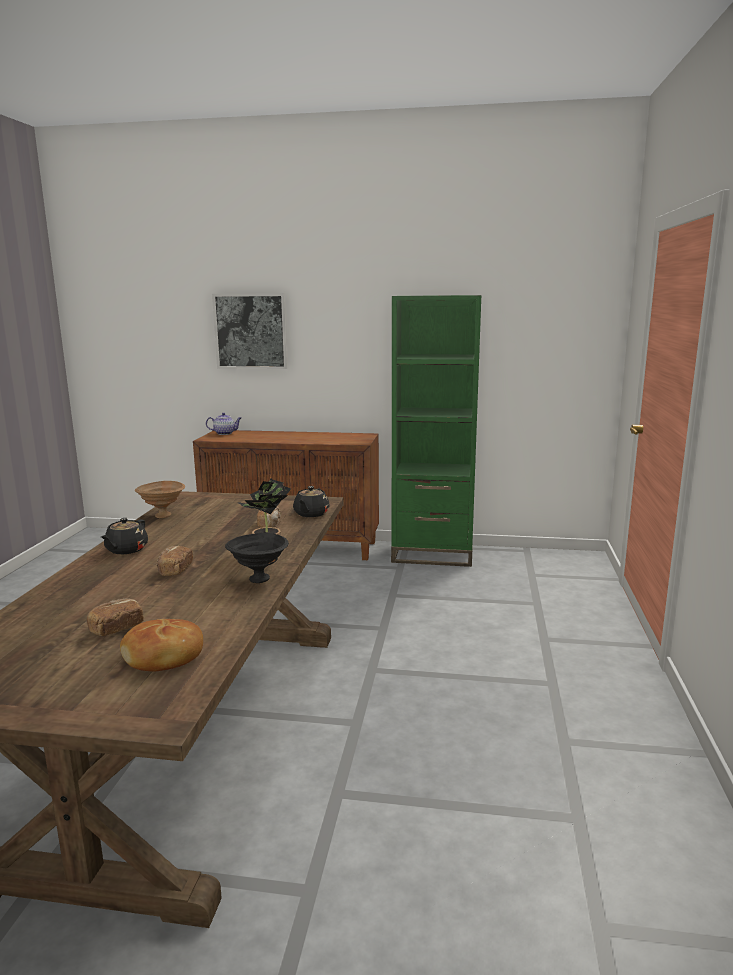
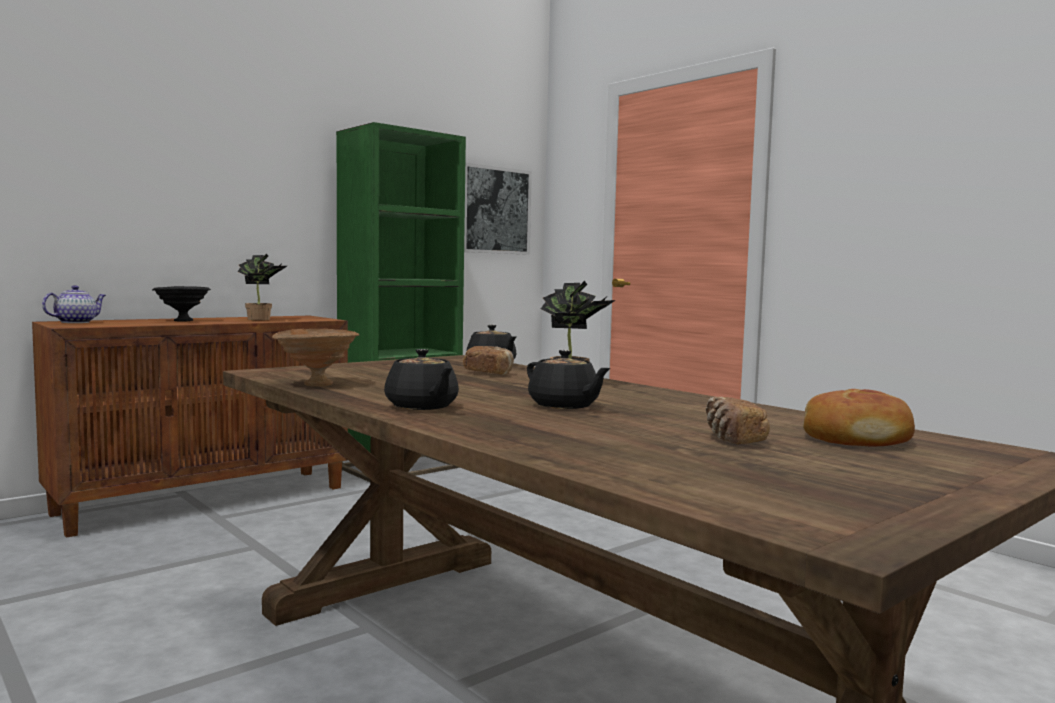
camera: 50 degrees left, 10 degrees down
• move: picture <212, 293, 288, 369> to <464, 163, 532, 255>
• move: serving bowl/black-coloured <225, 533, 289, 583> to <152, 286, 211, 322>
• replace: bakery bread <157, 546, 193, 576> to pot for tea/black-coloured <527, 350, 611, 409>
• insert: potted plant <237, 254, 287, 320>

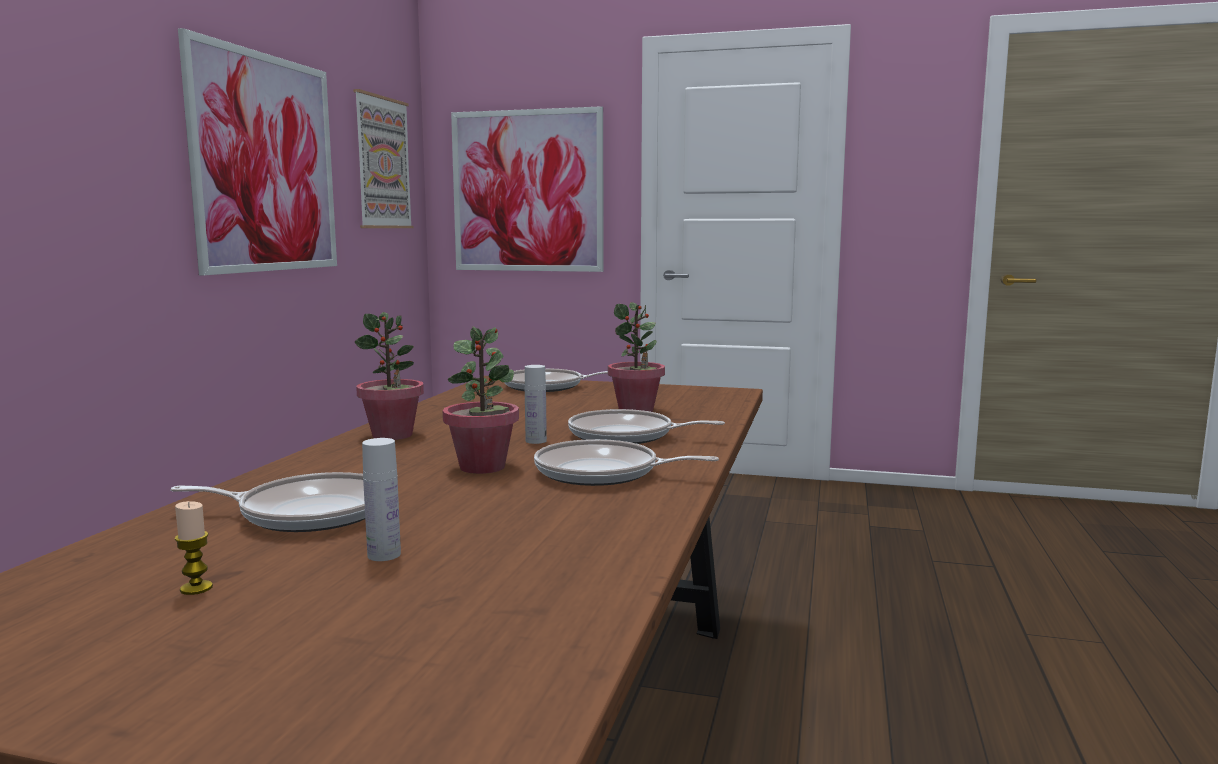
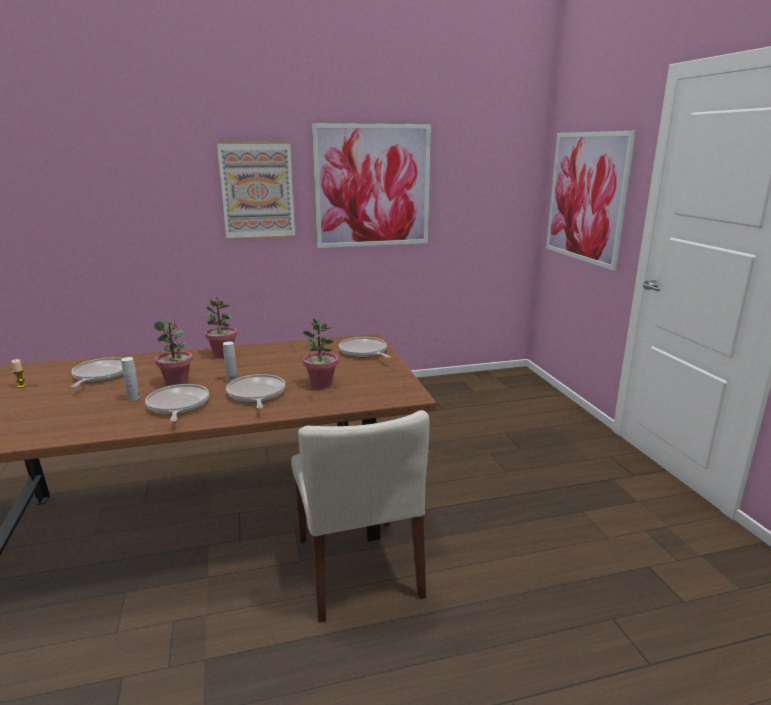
camera: 60 degrees right, 10 degrees up
• move: picture <353, 89, 414, 228> to <217, 142, 295, 240>
• move: beverage bottle/whitish <362, 438, 401, 561> to <121, 357, 140, 401>
• rotate: frying pan <170, 472, 365, 532> = <71, 357, 123, 388> 150 degrees counterclockwise
• insert: plain chair/beige <291, 410, 429, 623>

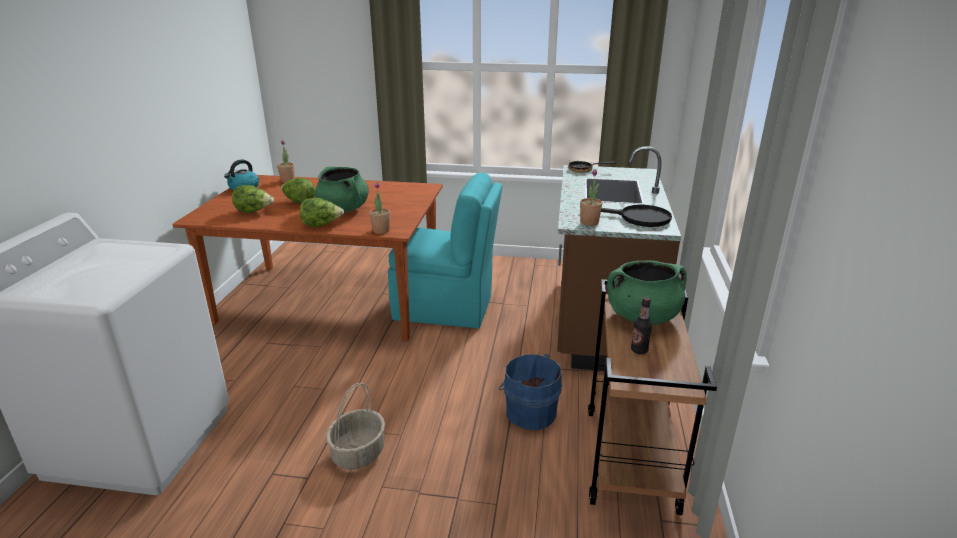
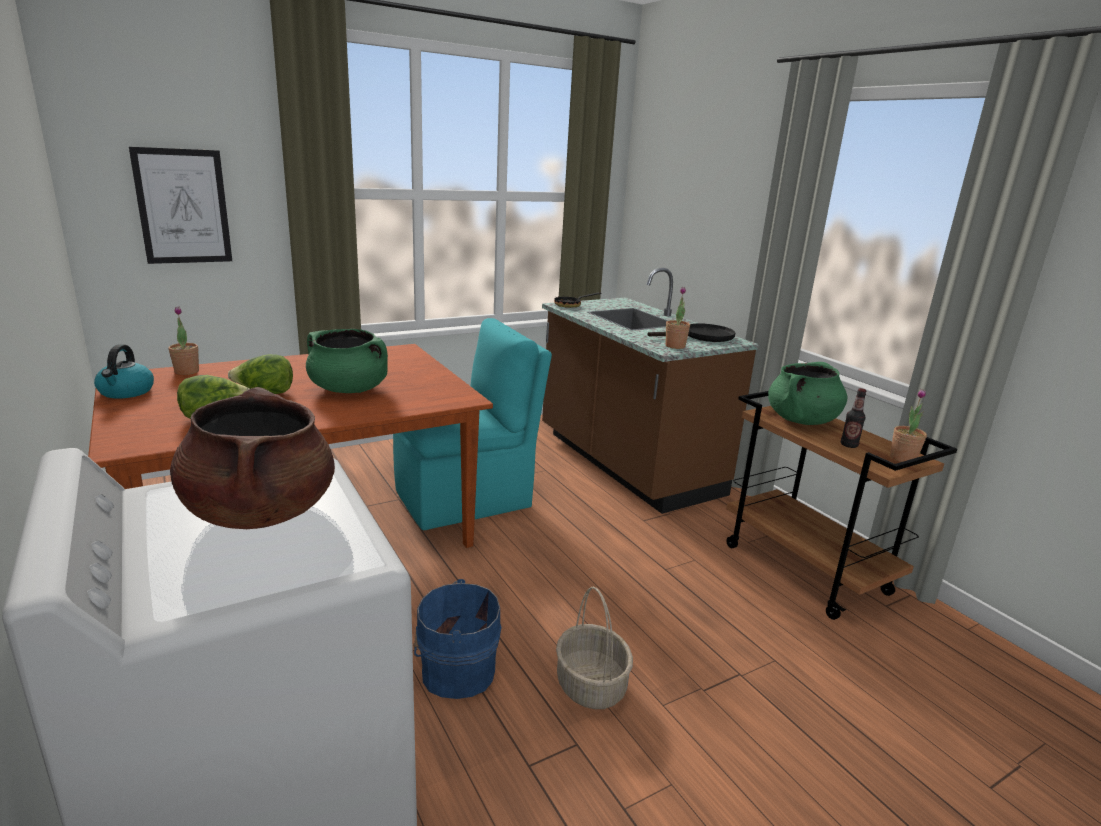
camera: 40 degrees left, 5 degrees down
• move: potted plant <369, 182, 390, 234> to <890, 389, 927, 462>
• delete: lettuce head <300, 198, 344, 227>
• move: pail/bluish <498, 354, 562, 430> to <414, 579, 501, 699>
• insert: picture <129, 147, 232, 264>
• insert: cooking pot/brownish <170, 387, 335, 529>

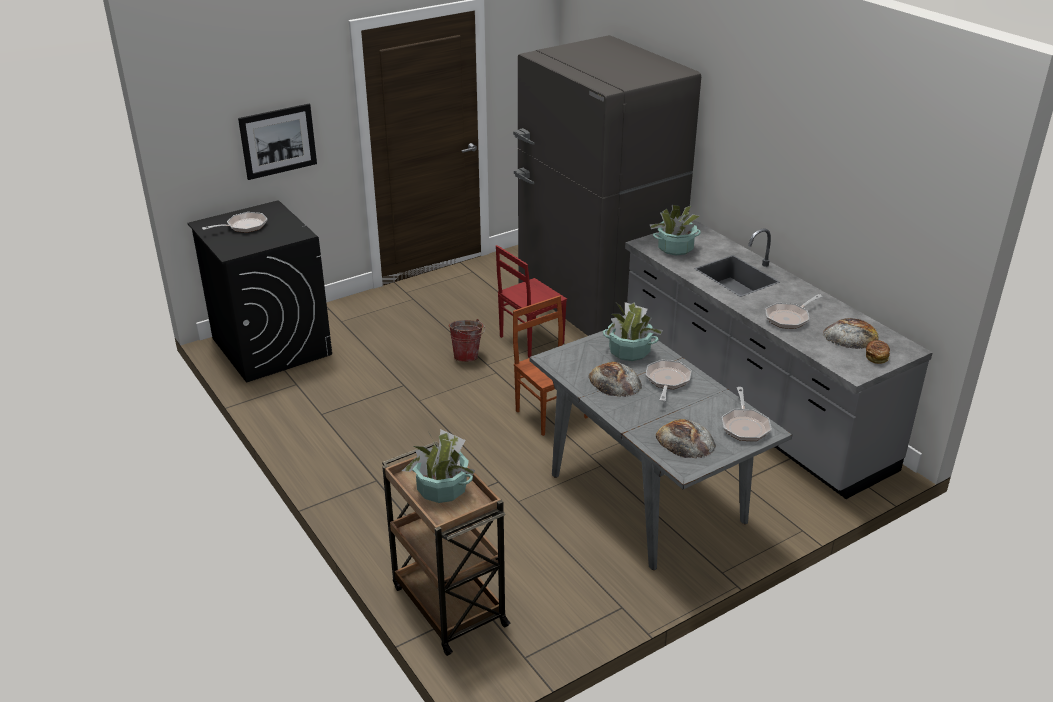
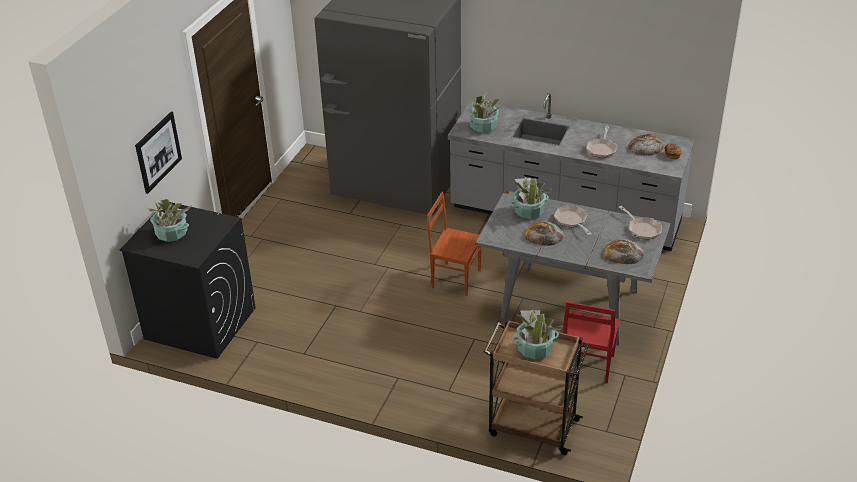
camera: 35 degrees left, 5 degrees up
• replace: frying pan <202, 212, 267, 233> to potted plant <148, 199, 193, 242>
• move: plain chair/red <496, 245, 567, 357> to <563, 302, 620, 383>
• delete: pail <449, 319, 485, 362>

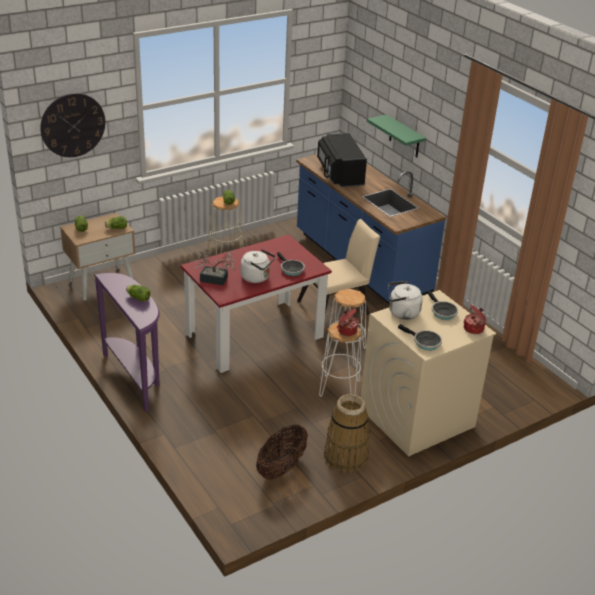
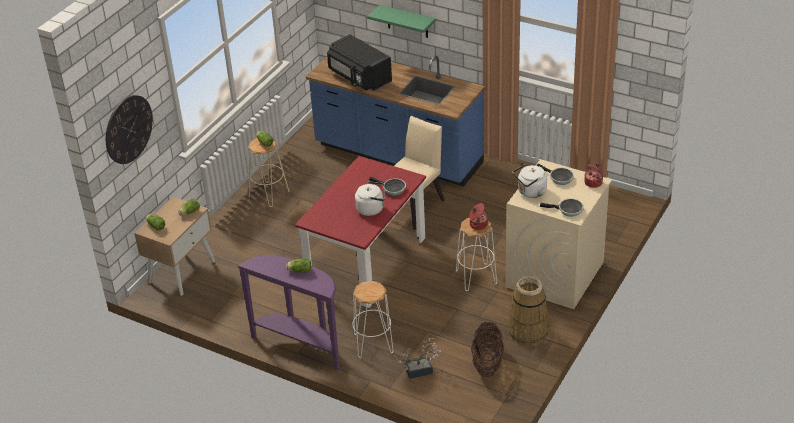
camera: 25 degrees left, 5 degrees up
• move: potted plant <195, 250, 236, 285> to <399, 338, 442, 379>
• move: stool/whitish <325, 289, 366, 367> to <352, 281, 394, 358>

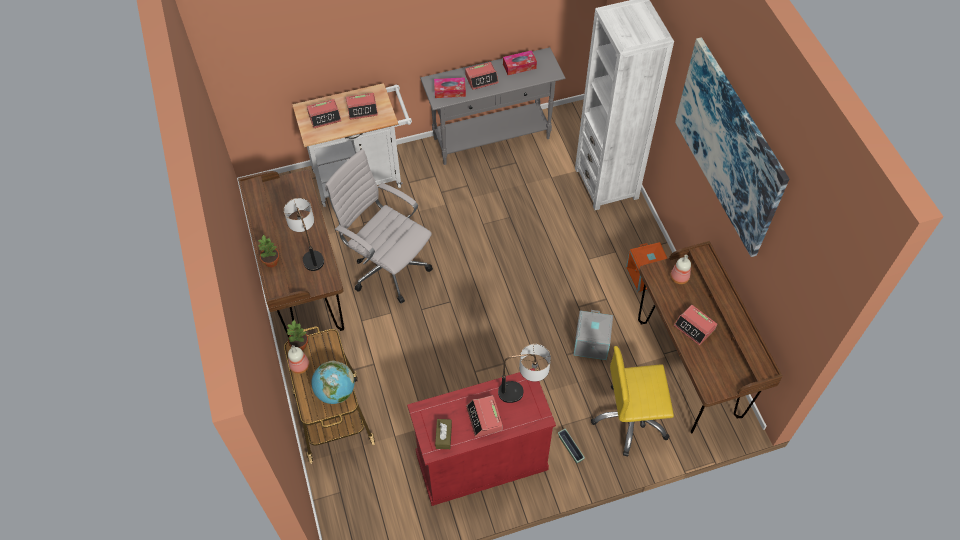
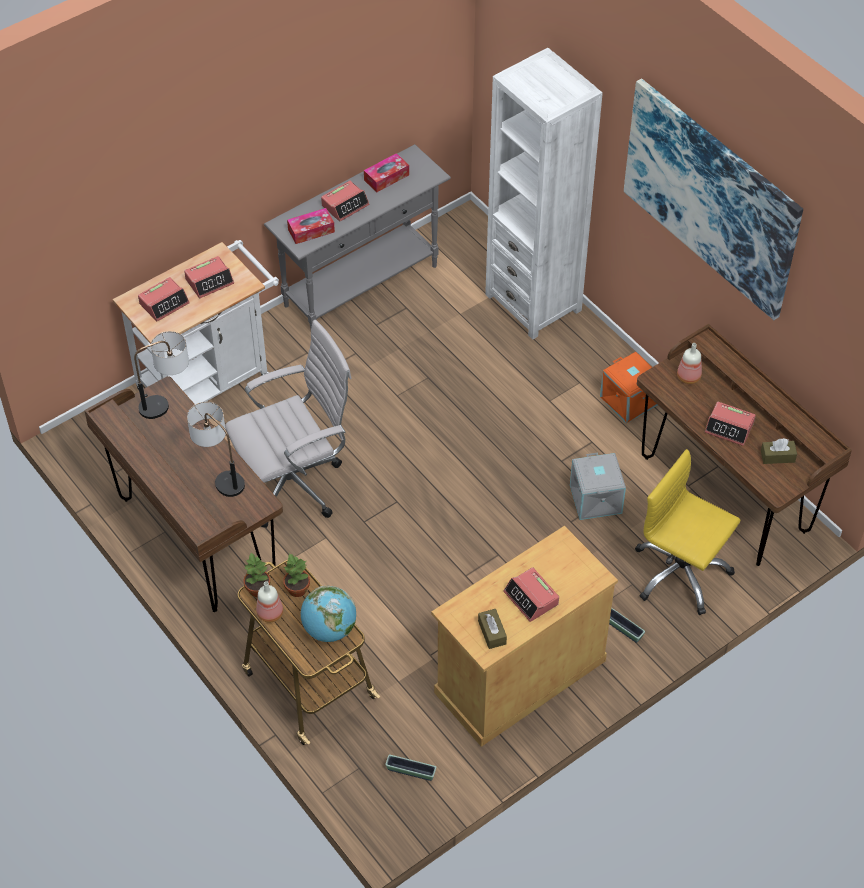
camera: 20 degrees left, 5 degrees down
• rotate: computer chair/whitish <325, 149, 433, 304> = <225, 320, 352, 528> 135 degrees clockwise
• move: potted plant <258, 234, 280, 268> to <283, 553, 310, 597>
• move: lamp for a table <498, 344, 551, 403> to <134, 331, 189, 419>
• rotate: computer chair/yellow-coloured <591, 346, 674, 457> = <635, 449, 741, 615> 60 degrees clockwise
• recolor: storage cabinet/red <407, 368, 556, 506> to storage cabinet/beige <431, 526, 618, 747>
• insert: tissue box/brownish <761, 438, 797, 464>
• insert: flower pot <385, 755, 436, 781>

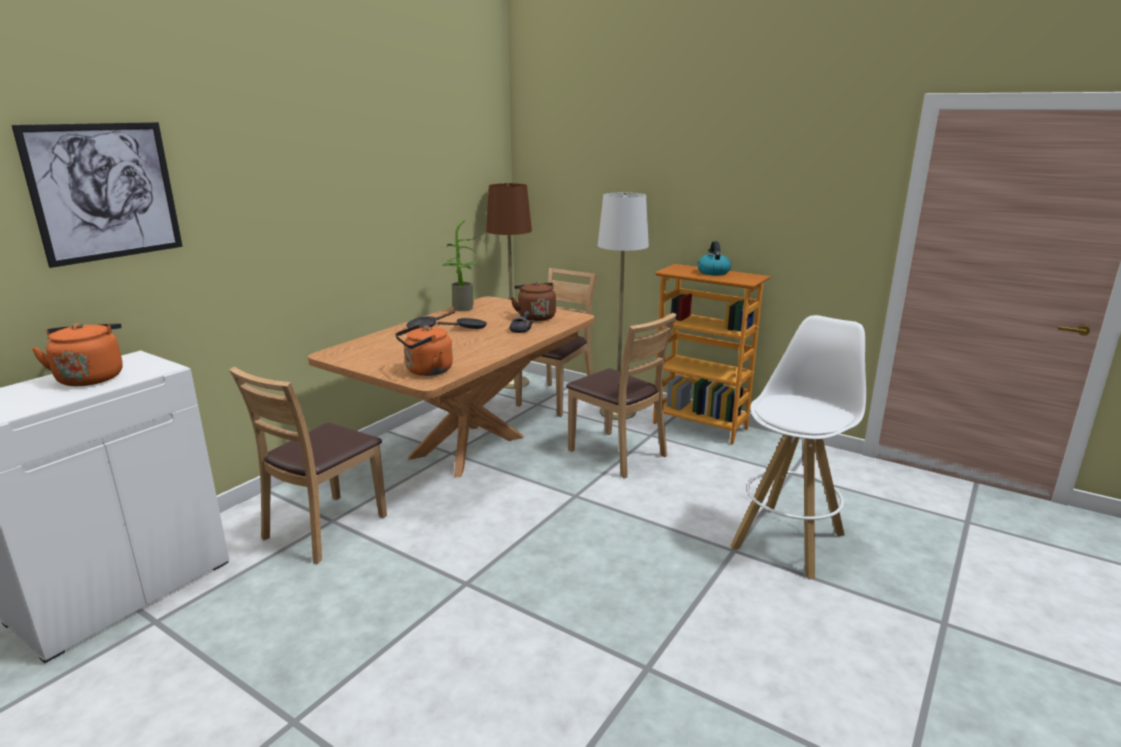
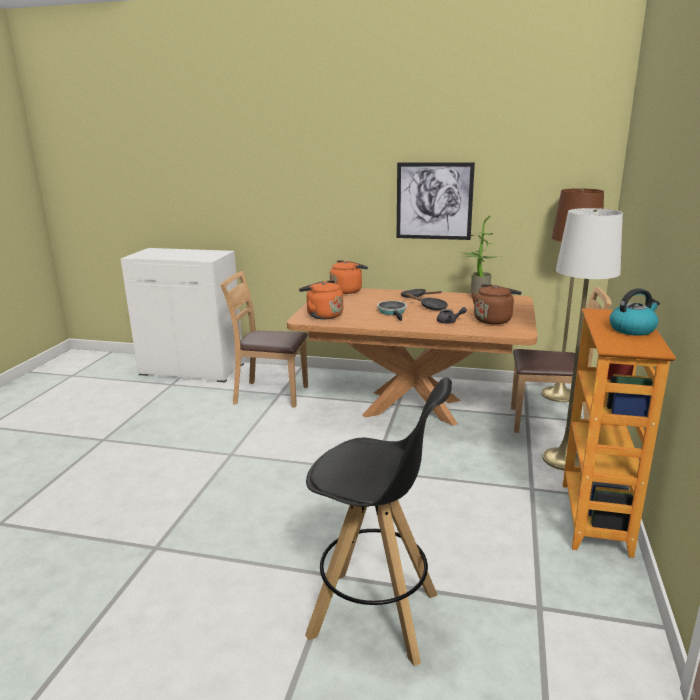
camera: 70 degrees right, 0 degrees up
• move: picture <11, 122, 183, 268> to <397, 162, 475, 240>
• delete: plain chair/brownish <566, 313, 677, 478>
• recolor: stool/whitish <730, 315, 866, 579> to stool/black-coloured <305, 377, 452, 666>
• move: water kettle/orange <31, 323, 123, 386> to <330, 260, 368, 294>
• insert: frying pan <377, 301, 407, 321>

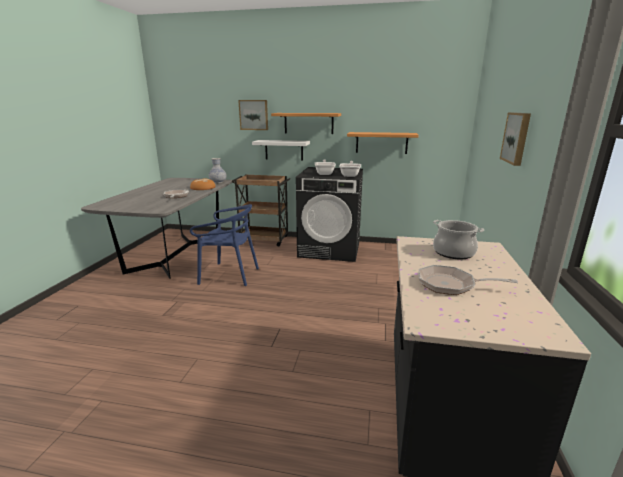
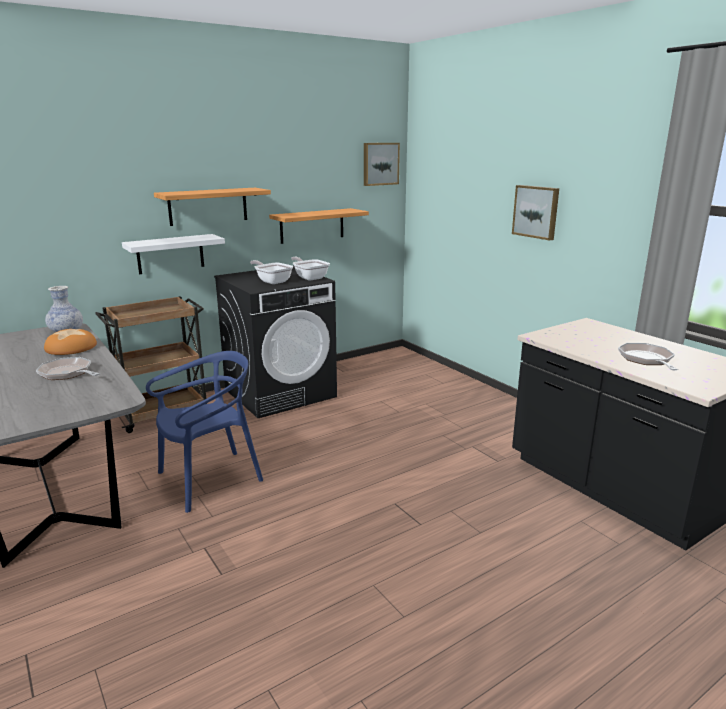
camera: 45 degrees left, 0 degrees up
• move: picture <238, 100, 268, 130> to <364, 143, 400, 186>
• delete: cooking pot <433, 220, 484, 259>
• rotate: frying pan <418, 265, 518, 295> = <618, 343, 678, 370> 120 degrees clockwise

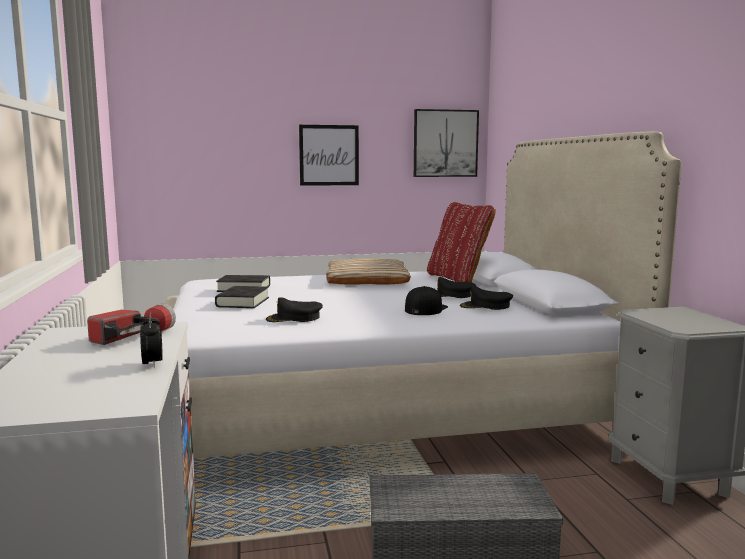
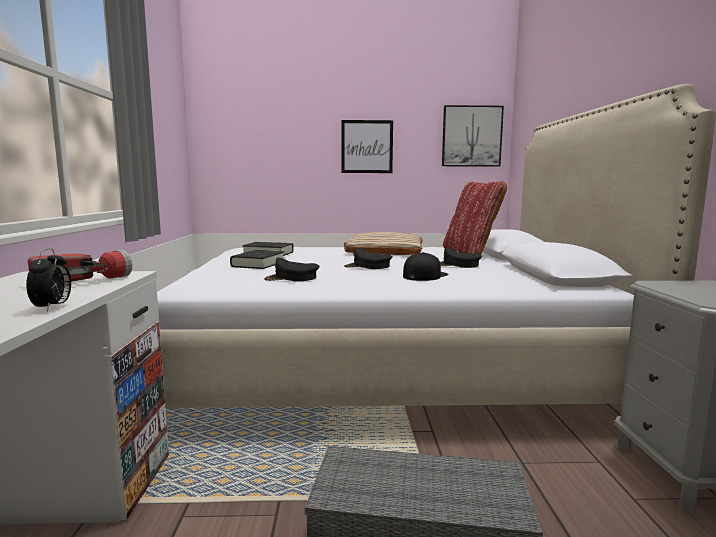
camera: 10 degrees right, 0 degrees up
• move: cap/black-coloured <460, 286, 513, 310> to <345, 248, 393, 269>

